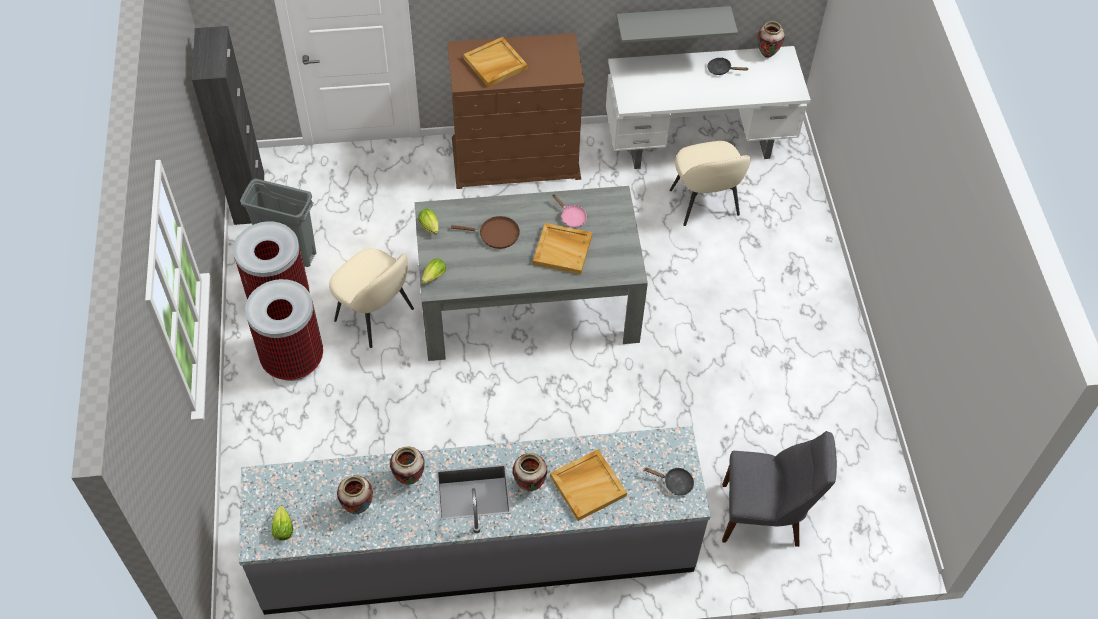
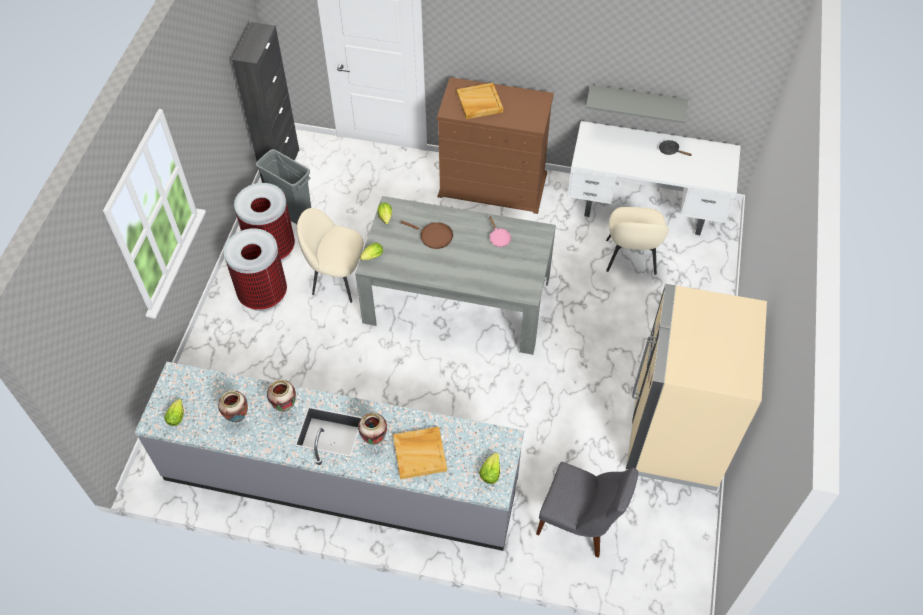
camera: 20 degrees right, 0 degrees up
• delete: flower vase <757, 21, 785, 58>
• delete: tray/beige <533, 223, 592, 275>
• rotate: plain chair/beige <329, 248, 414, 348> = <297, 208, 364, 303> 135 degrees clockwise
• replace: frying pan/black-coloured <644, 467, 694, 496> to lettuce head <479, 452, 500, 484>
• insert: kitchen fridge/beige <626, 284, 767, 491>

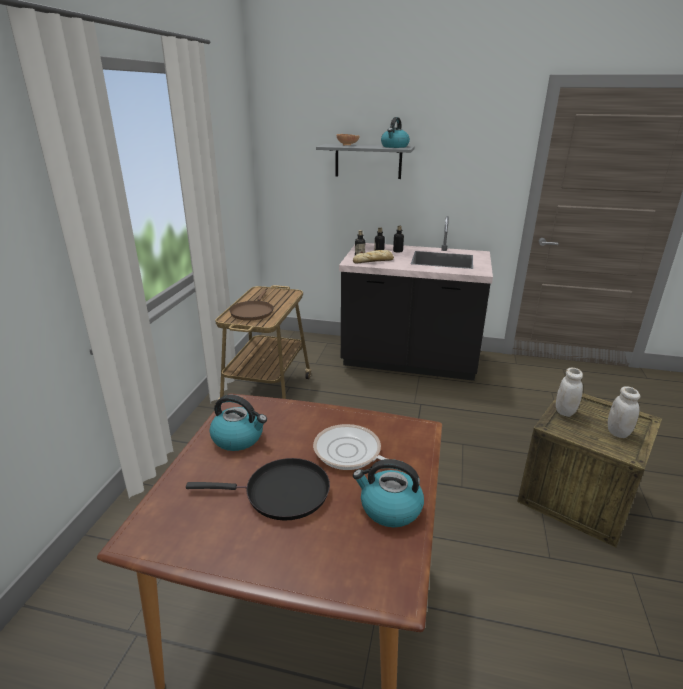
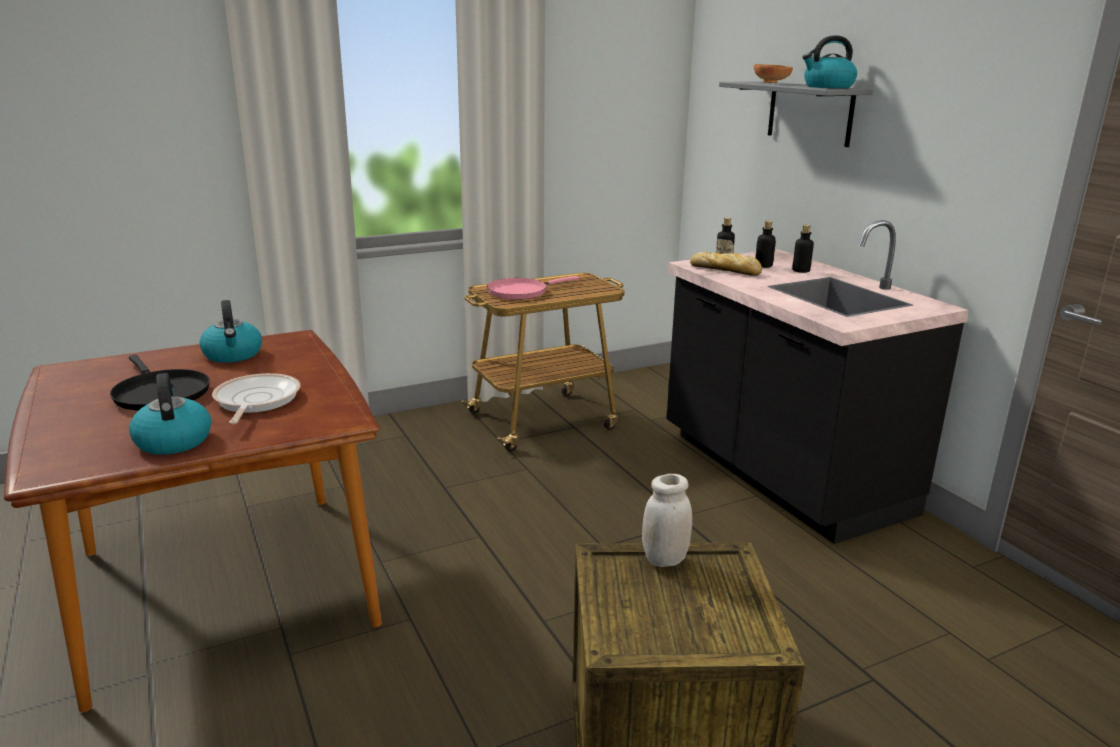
camera: 50 degrees right, 5 degrees down
• recolor: frying pan/brownish <229, 290, 274, 321> to frying pan/pink <487, 276, 579, 299>
• delete: storage jar/whitish <608, 386, 640, 438>

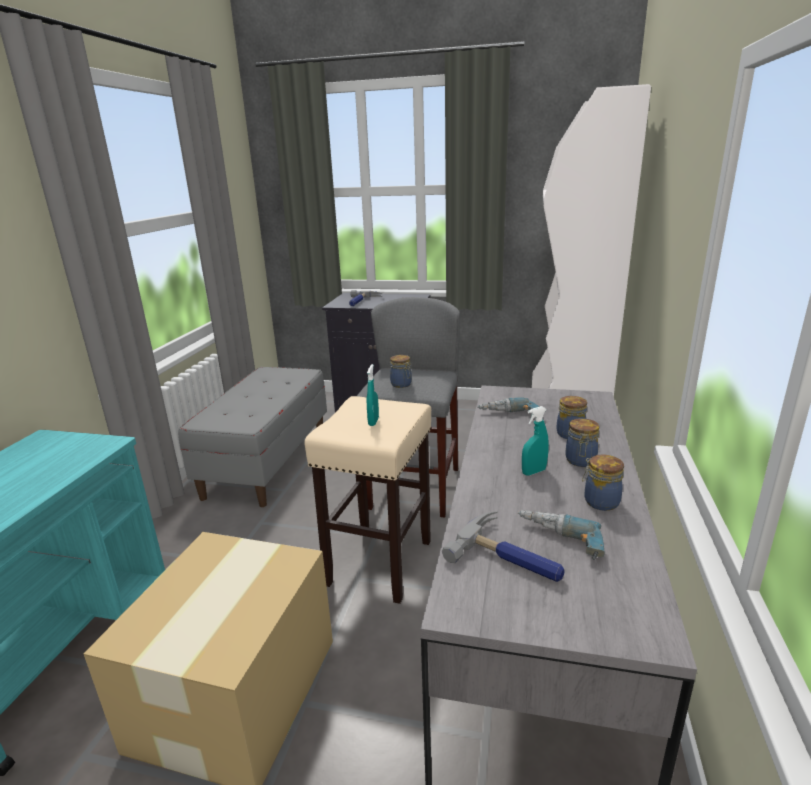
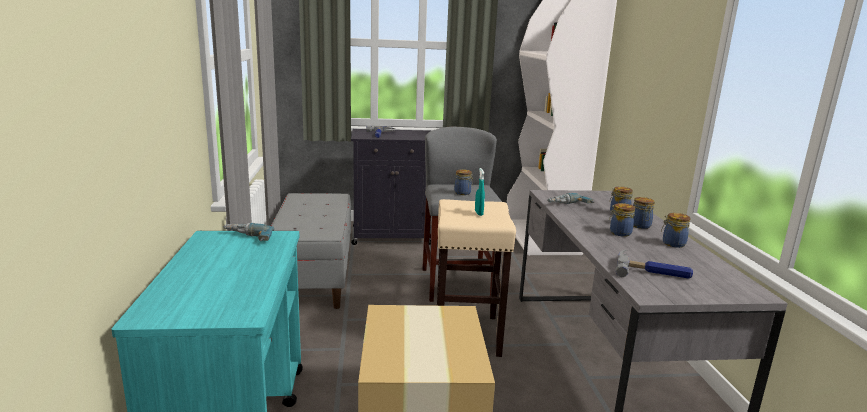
camera: 20 degrees left, 5 degrees down
• replace: hand sprayer/blue-green <522, 406, 549, 476> to storage jar <609, 203, 635, 237>
• move: drill <518, 510, 605, 560> to <223, 223, 274, 241>

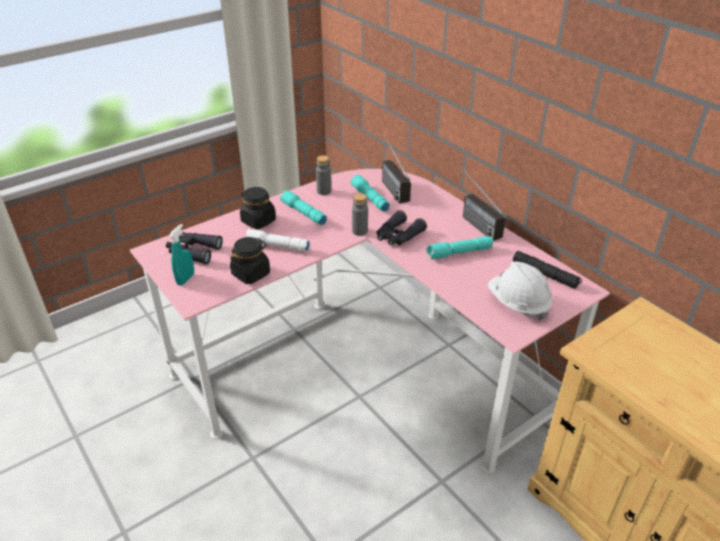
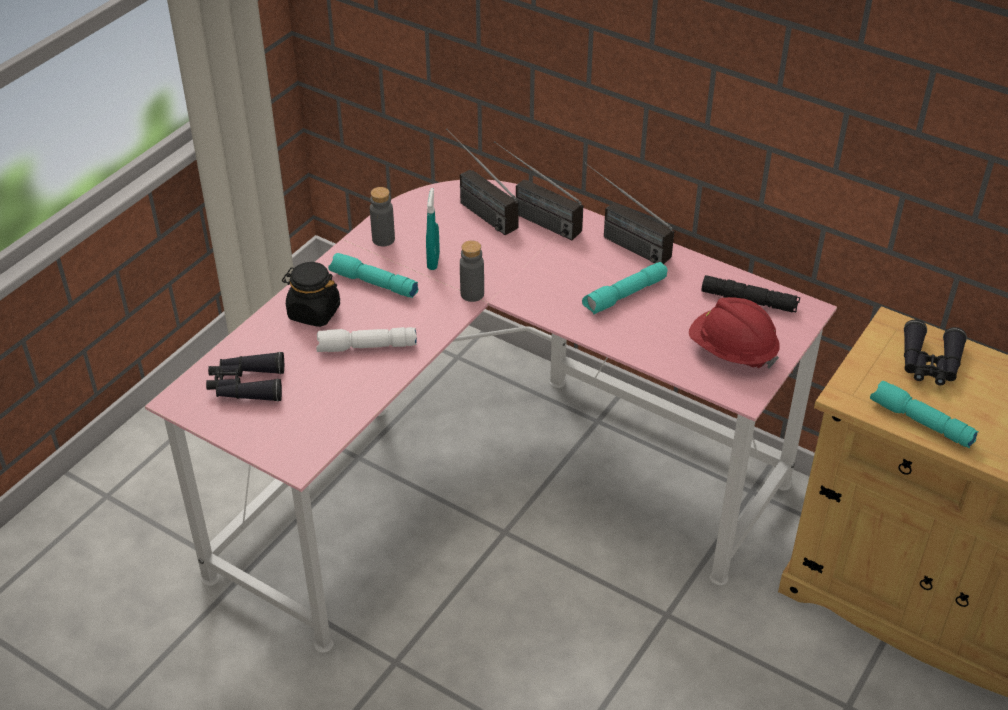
camera: 20 degrees left, 5 degrees up
• move: flashlight/blue-green <350, 175, 390, 212> to <870, 381, 979, 448>
• move: pair of binoculars/black-coloured <376, 210, 427, 246> to <904, 320, 967, 386>
• move: hand sprayer/blue-green <169, 224, 194, 286> to <426, 188, 440, 270>
• delete: storage jar/black-coloured <230, 237, 270, 284>
• recolor: safety helmet/whitish <488, 261, 552, 320> to safety helmet/red <689, 297, 780, 368>
• insert: radio receiver <494, 141, 583, 240>

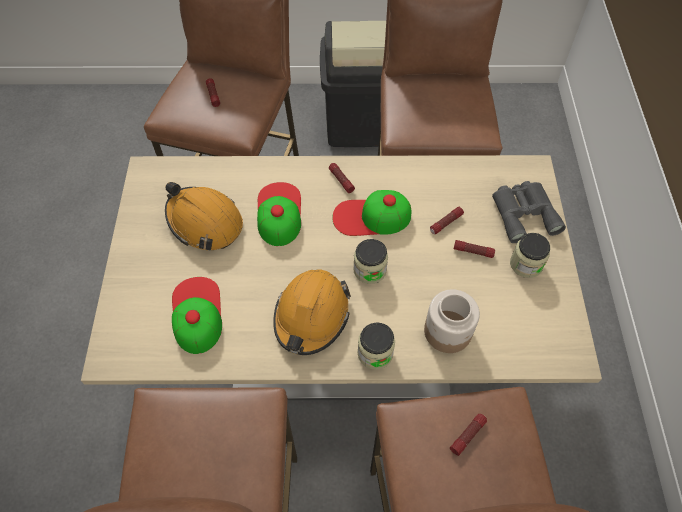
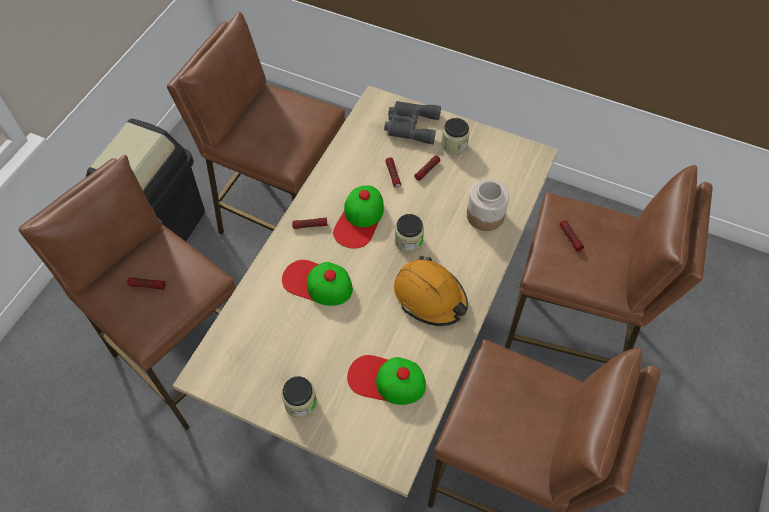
camera: 65 degrees left, 0 degrees up
• delete: safety helmet/orange <165, 182, 243, 251>
• move: storage jar <357, 322, 395, 370> to <282, 376, 317, 418>

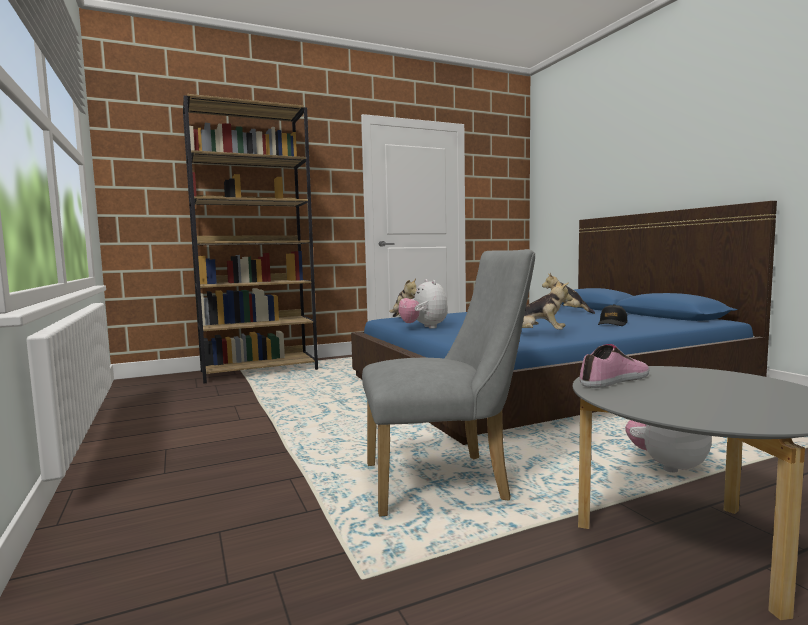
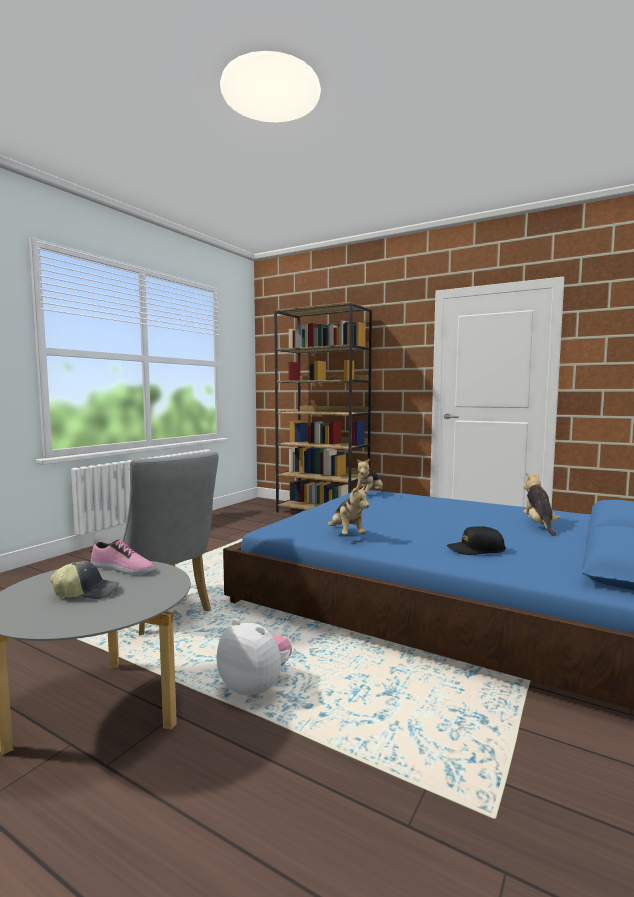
camera: 55 degrees right, 0 degrees up
• delete: soft toy <398, 279, 448, 329>
• insert: cap <50, 561, 120, 599>

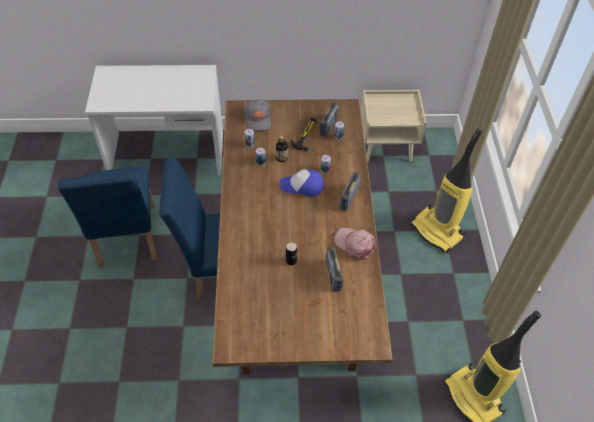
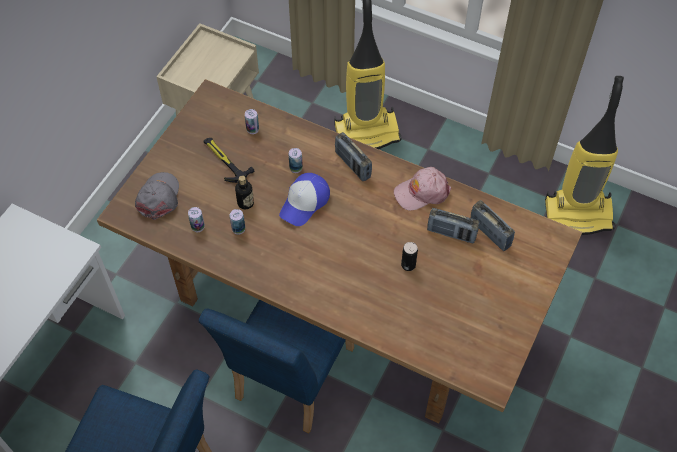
camera: 60 degrees left, 5 degrees up
• rotate: cap/gray <243, 99, 271, 131> = <135, 172, 179, 220> 105 degrees counterclockwise
• move: radio receiver <320, 102, 339, 137> to <471, 200, 515, 251>

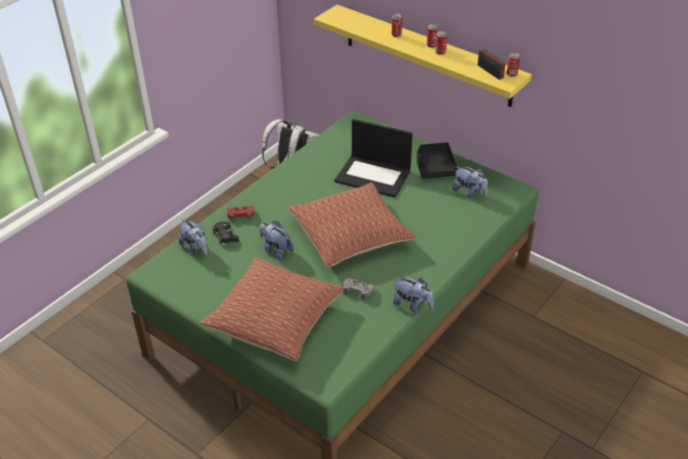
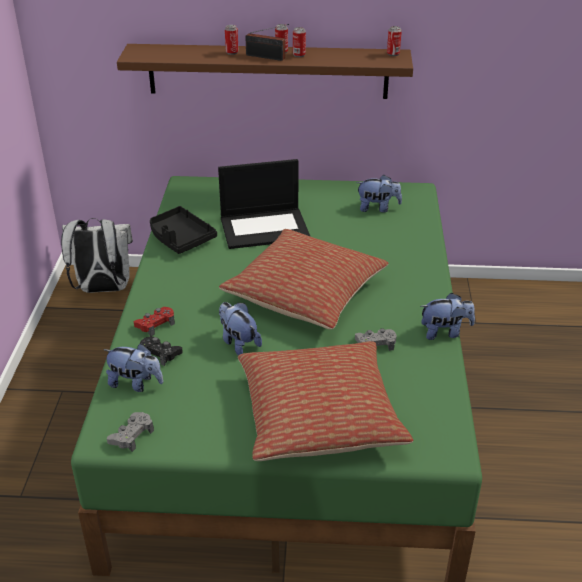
camera: 35 degrees left, 5 degrees down
• recolor: shelf/yellow-coloured <314, 5, 532, 107> to shelf/brownish <117, 44, 413, 99>
• move: radio receiver <478, 49, 509, 80> to <245, 24, 289, 61>
• move: tray/black-coloured <417, 142, 458, 179> to <150, 206, 217, 254>
• rotate: soft toy <260, 221, 294, 260> = <219, 302, 262, 355> 45 degrees clockwise
• insert: gamepad/gray <107, 412, 154, 452>

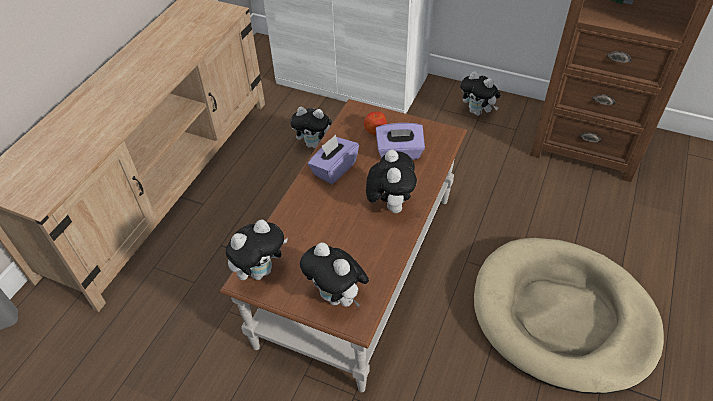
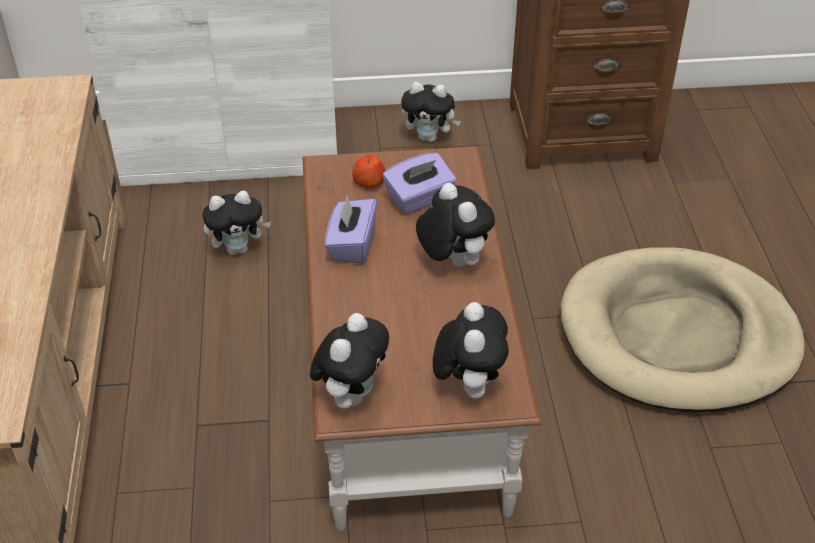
camera: 30 degrees left, 5 degrees down
• rotate: soft toy <300, 243, 369, 307> = <433, 302, 509, 398> 105 degrees counterclockwise

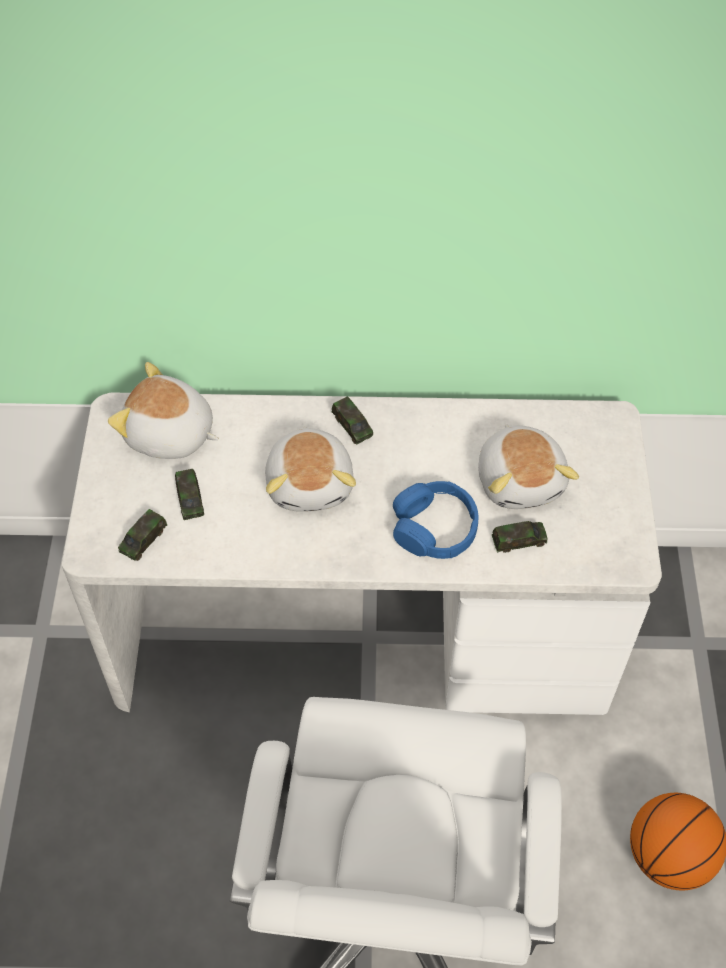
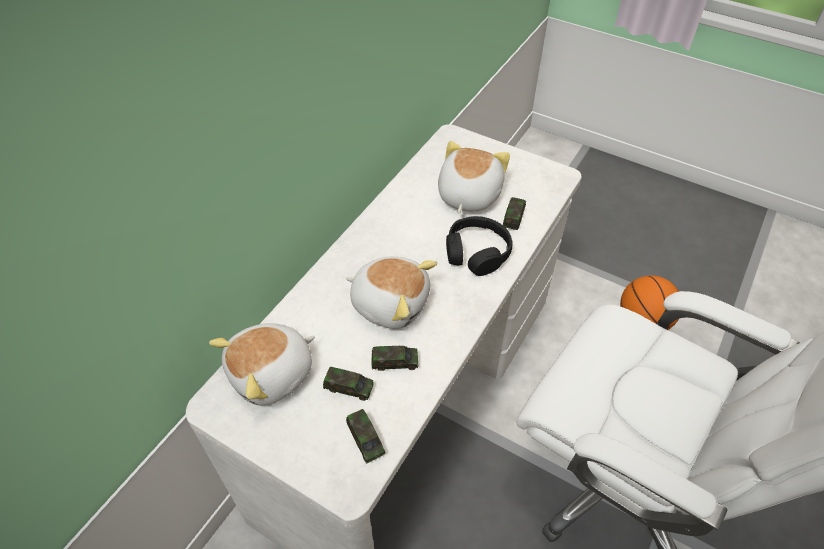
camera: 60 degrees left, 5 degrees down
• move: toy car <332, 397, 373, 444> to <372, 346, 418, 371>
• rotate: soft toy <478, 424, 579, 509> = <438, 141, 510, 213> 90 degrees counterclockwise
• recolor: headphones/bluish <393, 481, 478, 559> to headphones/black-coloured <446, 216, 513, 276>

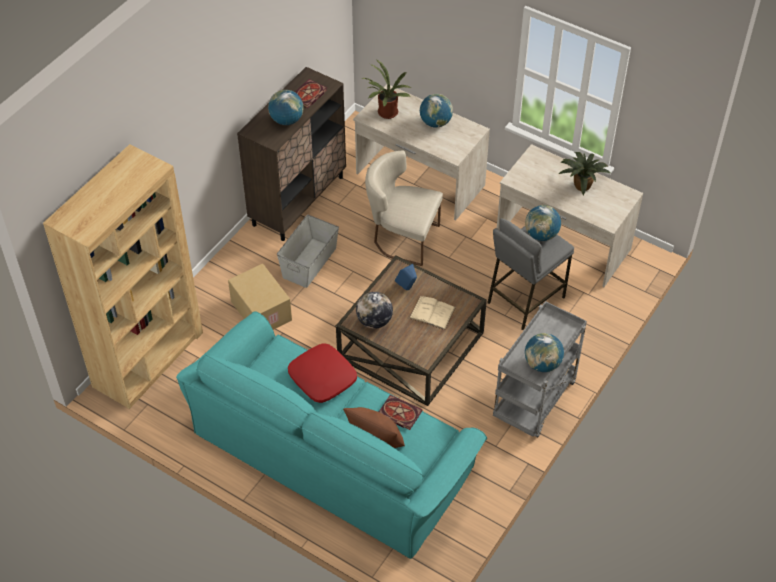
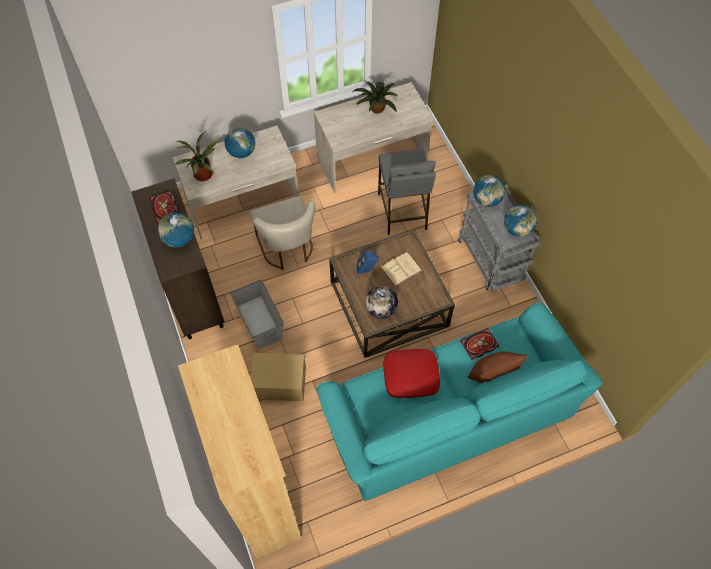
camera: 55 degrees left, 10 degrees up
• rotate: plain chair/beige <365, 151, 443, 266> = <250, 196, 315, 270> 75 degrees counterclockwise
• move: globe <525, 205, 561, 241> to <474, 175, 506, 207>

